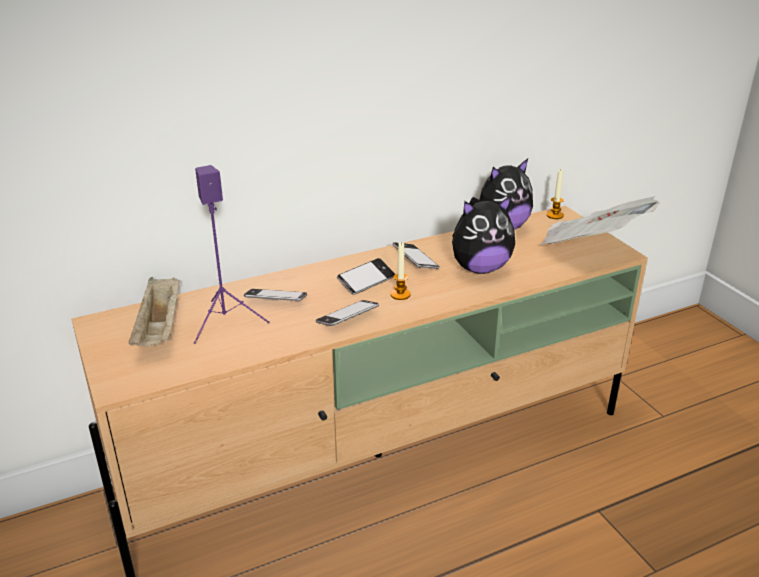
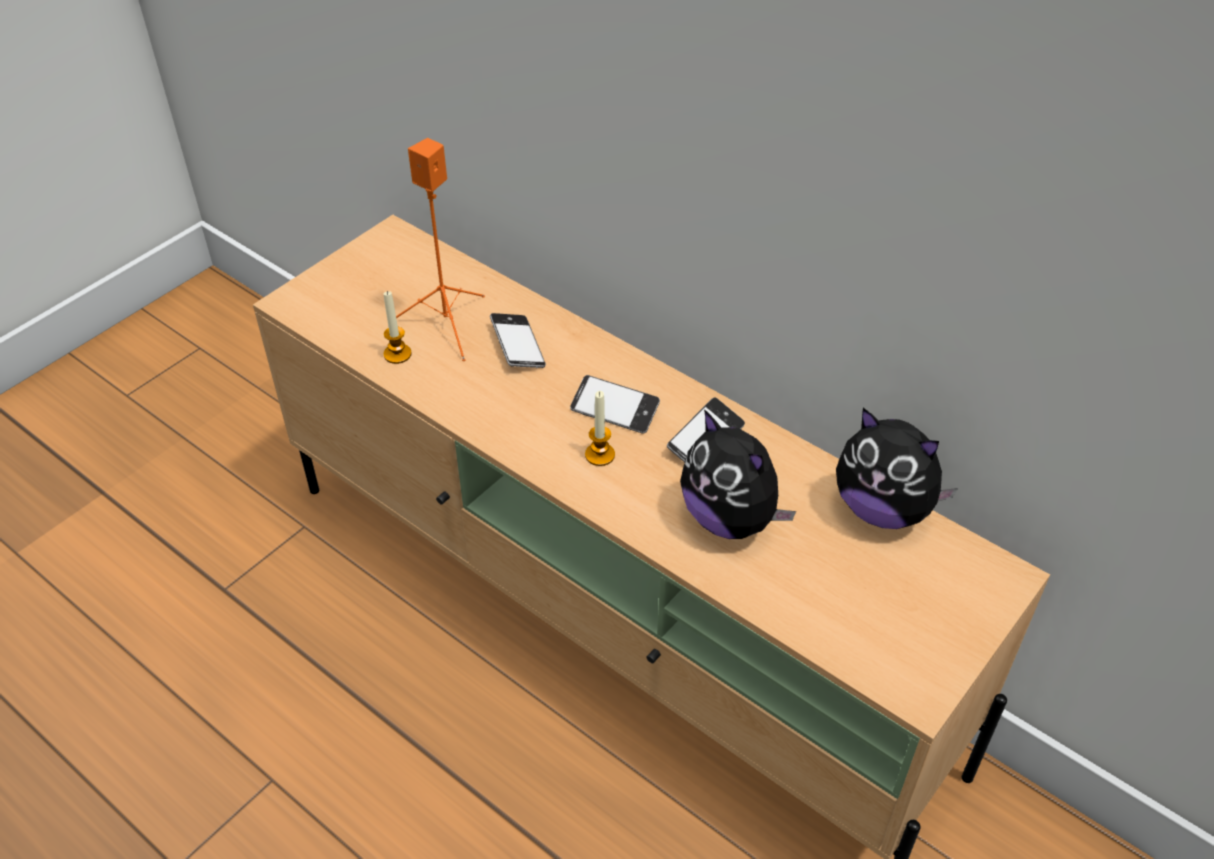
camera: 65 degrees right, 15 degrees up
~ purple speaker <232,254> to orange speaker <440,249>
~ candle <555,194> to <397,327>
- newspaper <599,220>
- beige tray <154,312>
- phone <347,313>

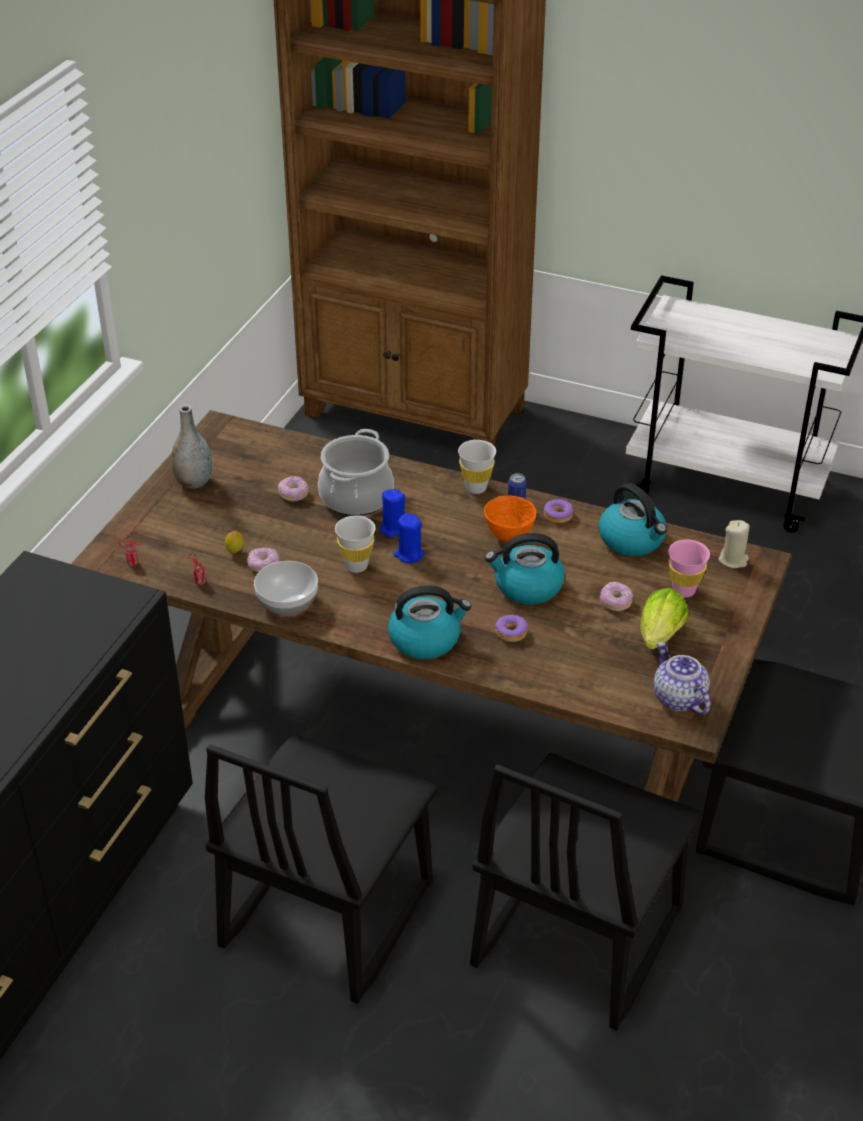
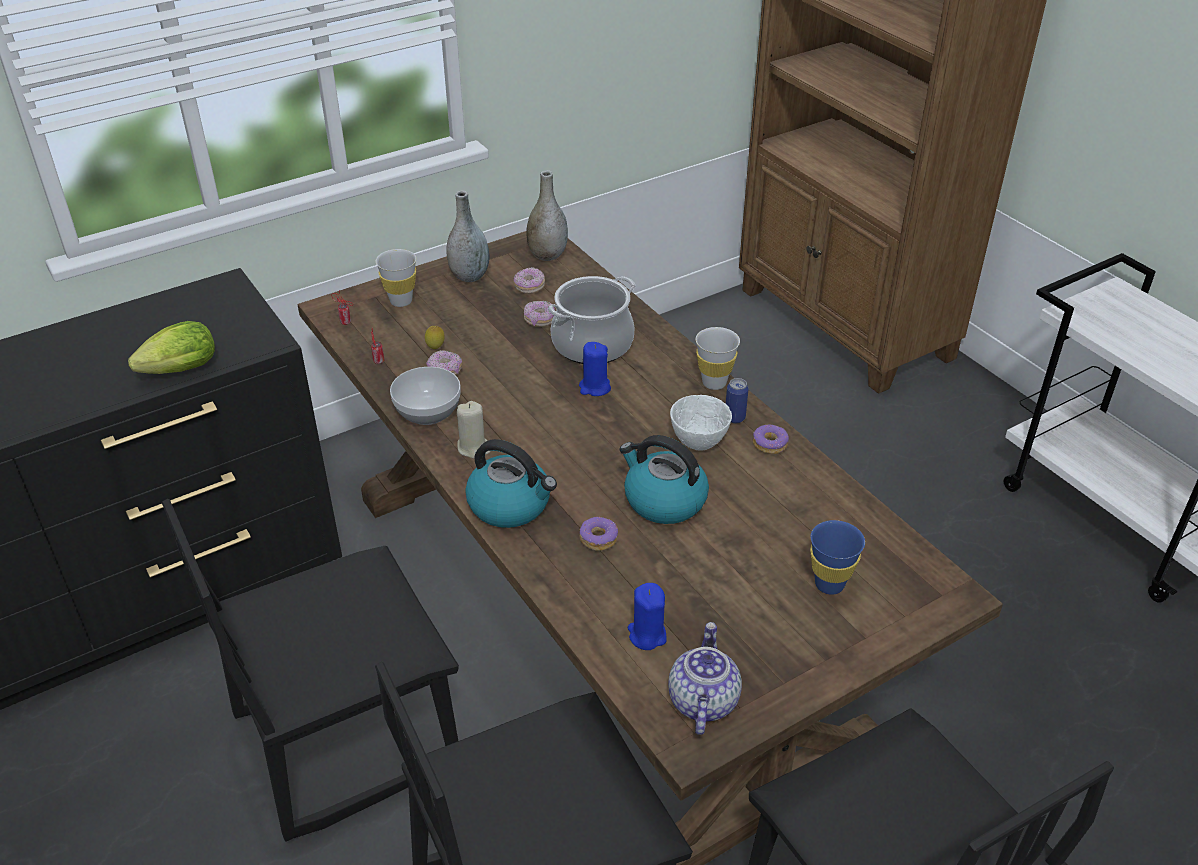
camera: 35 degrees right, 0 degrees up
- kettle <633,519>
~ orange bowl <510,519> to white bowl <701,422>
~ blue candle <409,538> to <647,616>
~ white cup <355,544> to <396,278>
~ beige candle <733,544> to <473,430>
~ pink cup <689,569> to blue cup <837,557>
~ donut <616,596> to <529,280>
~ lettuce <664,619> to <171,347>
+ grey vase <547,215>

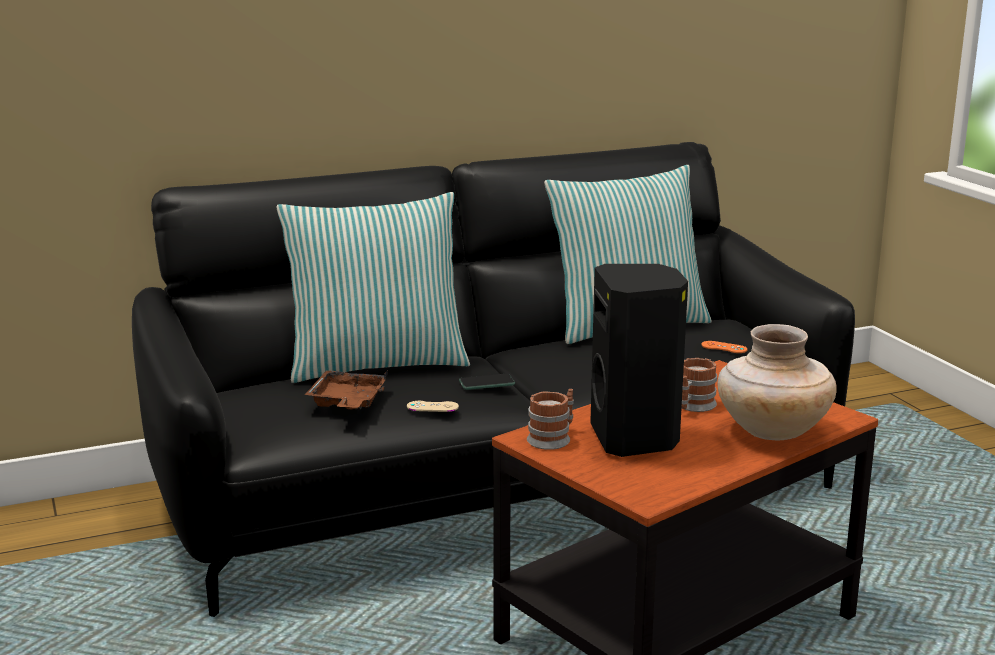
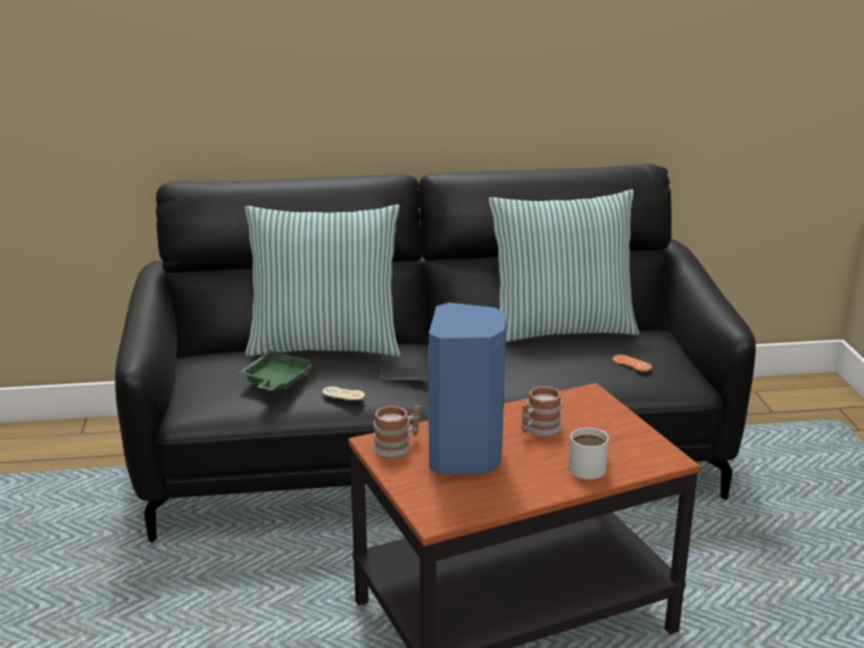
camera: 15 degrees right, 5 degrees up
~ black speaker <639,360> to blue speaker <467,388>
~ beige vase <777,382> to white mug <589,453>
~ brown tray <346,389> to green tray <277,370>

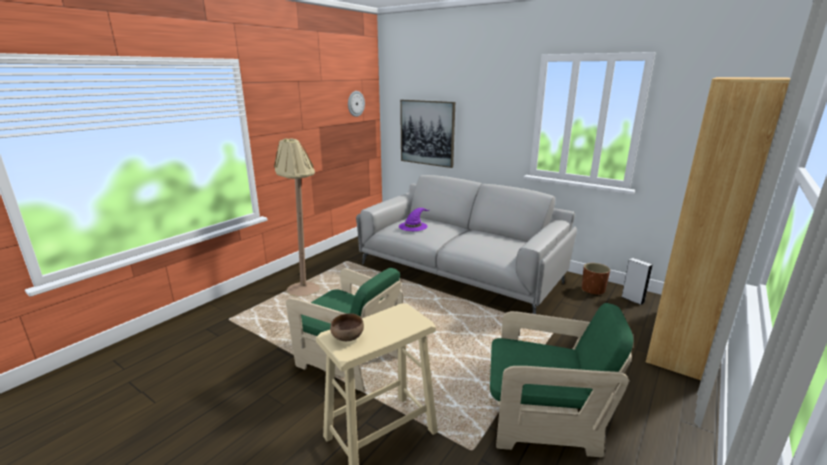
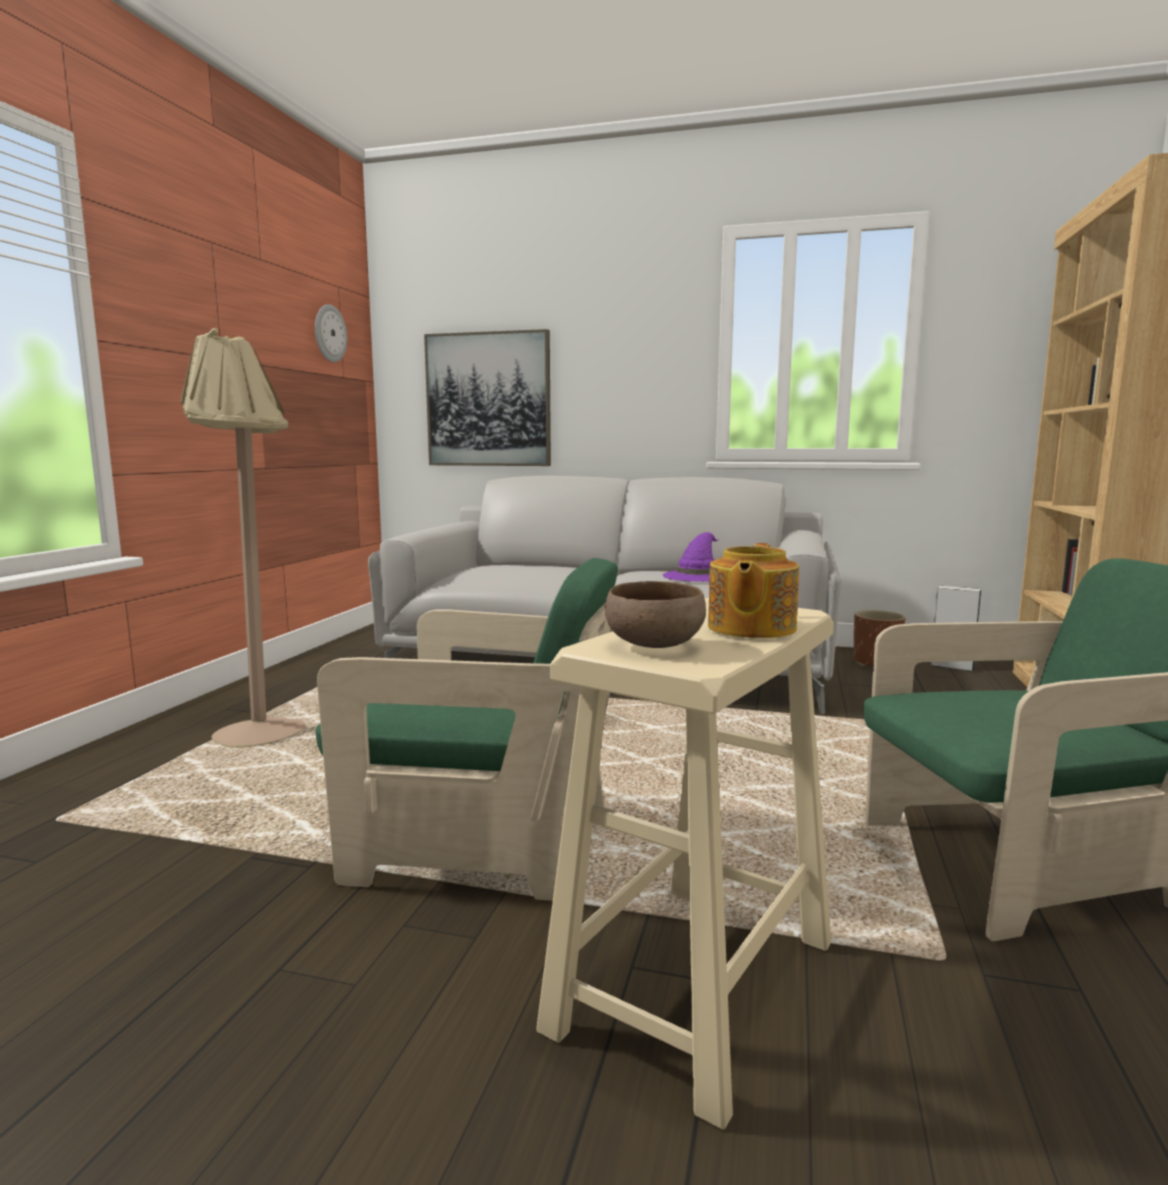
camera: 20 degrees left, 10 degrees down
~ purple hat <414,219> to <691,557>
+ teapot <753,590>

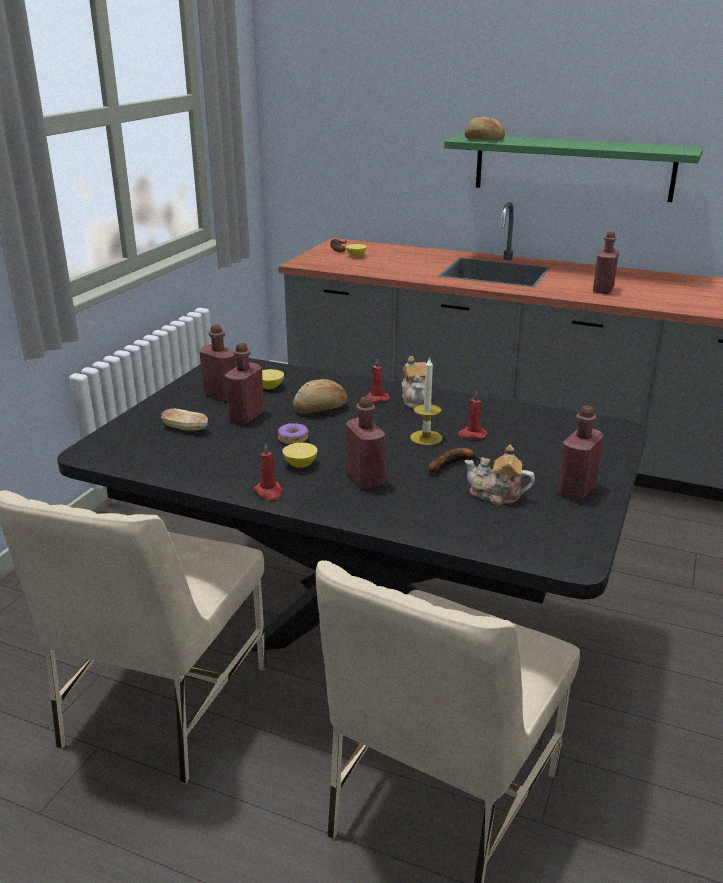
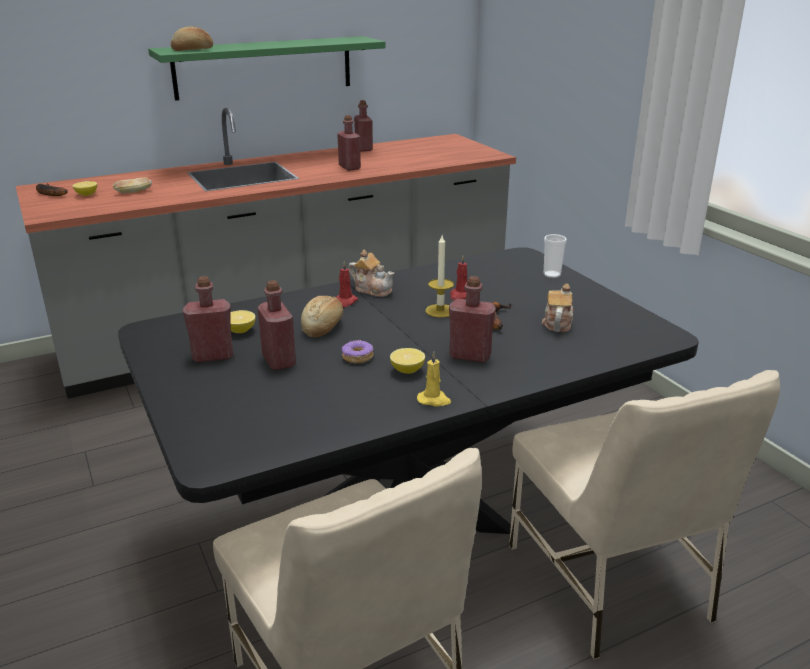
camera: 50 degrees left, 0 degrees up
~ red bottle <580,453> to <363,125>
~ bread <184,419> to <132,185>
~ red candle <268,472> to yellow candle <434,379>
~ teapot <499,475> = <558,308> 135 degrees clockwise
+ cup <555,256>

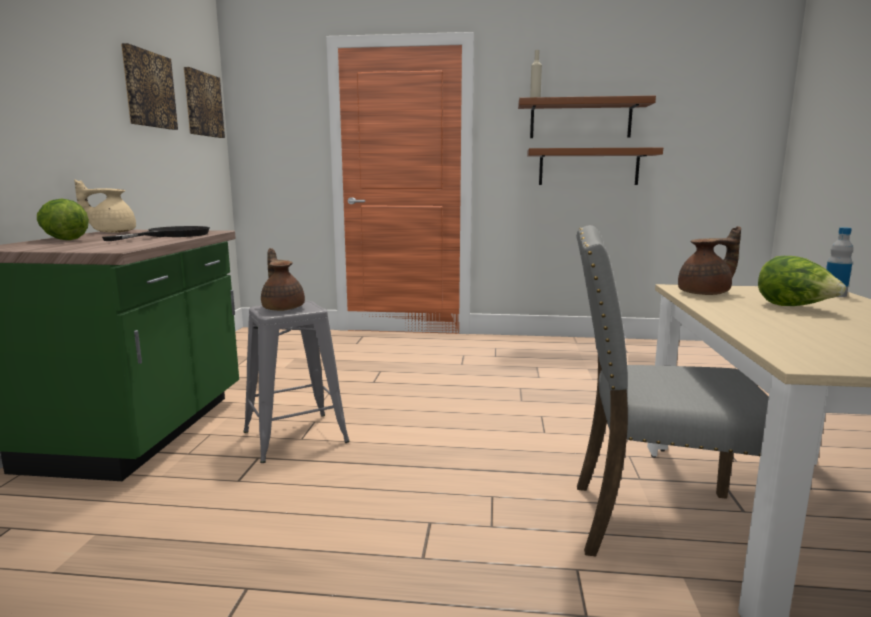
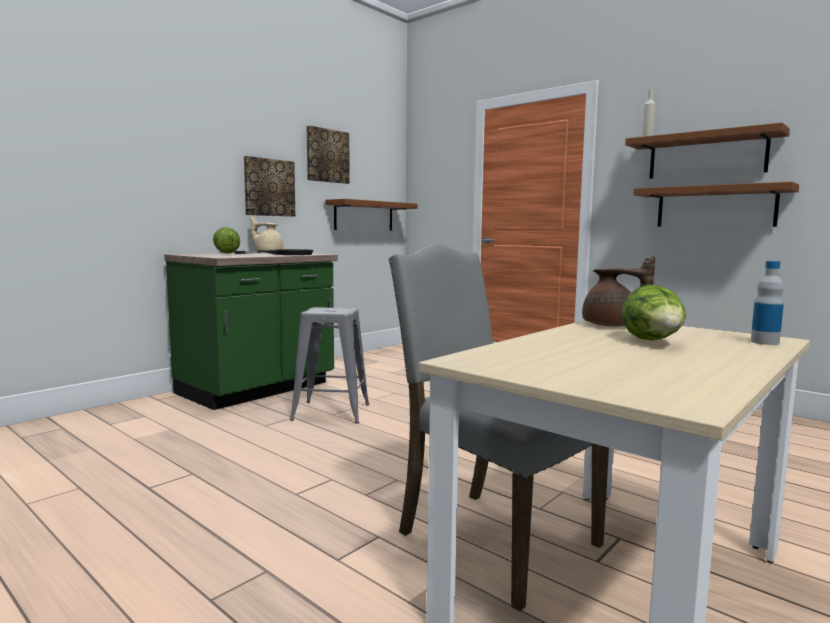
camera: 35 degrees right, 5 degrees down
~ picture <204,102> to <269,186>
- brown teapot <283,279>
+ brown shelf <371,215>

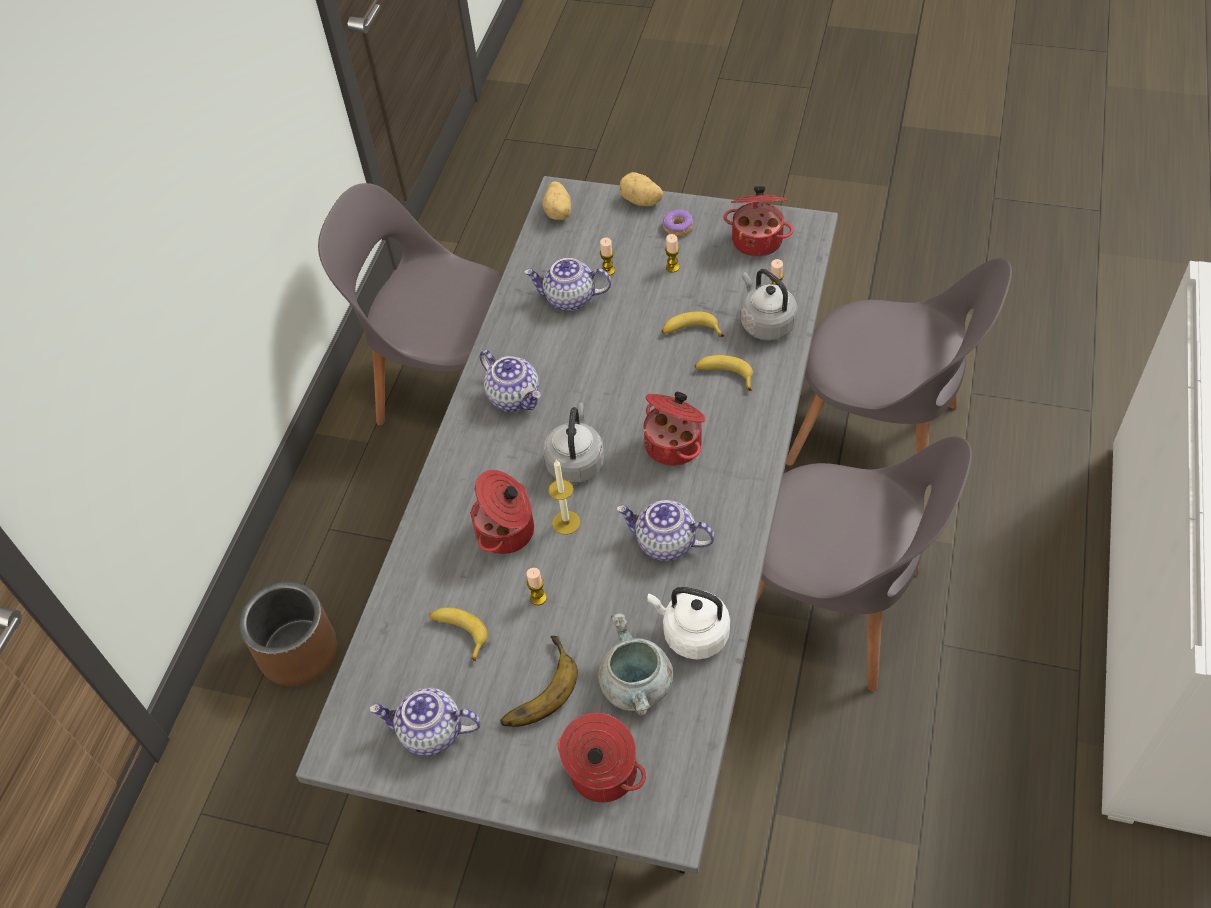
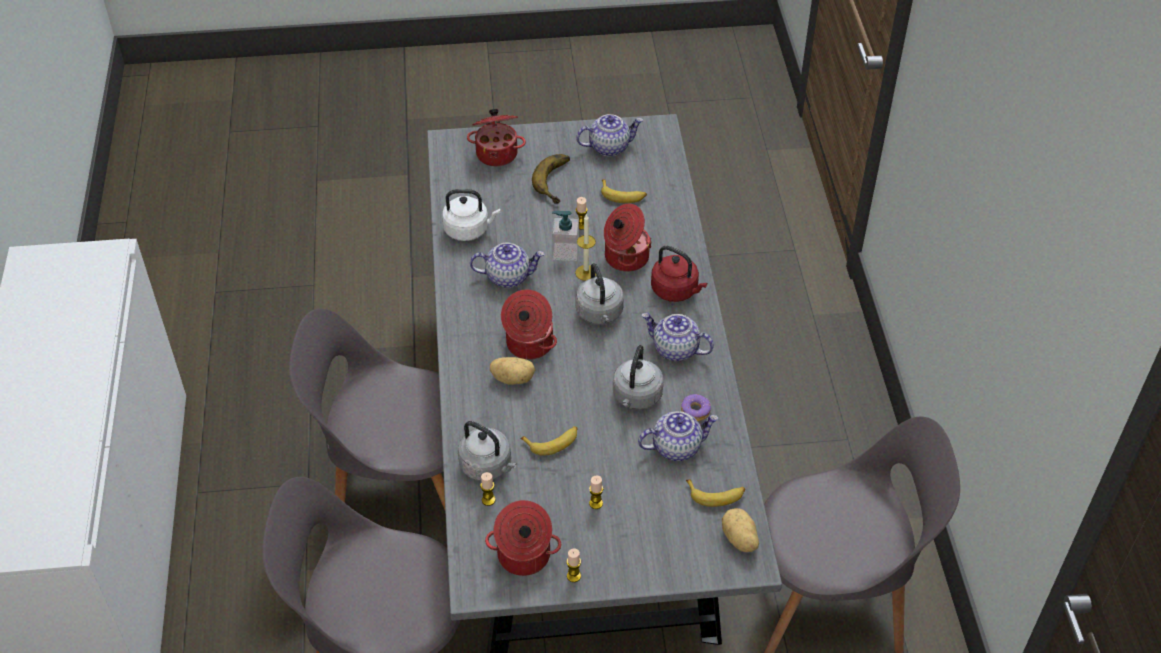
camera: 155 degrees right, 5 degrees down
~ potato <641,189> to <512,371>
~ donut <677,223> to <696,407>
~ candle <607,256> to <573,565>
~ banana <724,373> to <715,493>
- brown planter <288,634>
- grey cooking pot <635,664>
+ soap dispenser <565,236>
+ red kettle <679,274>
+ grey kettle <638,377>

